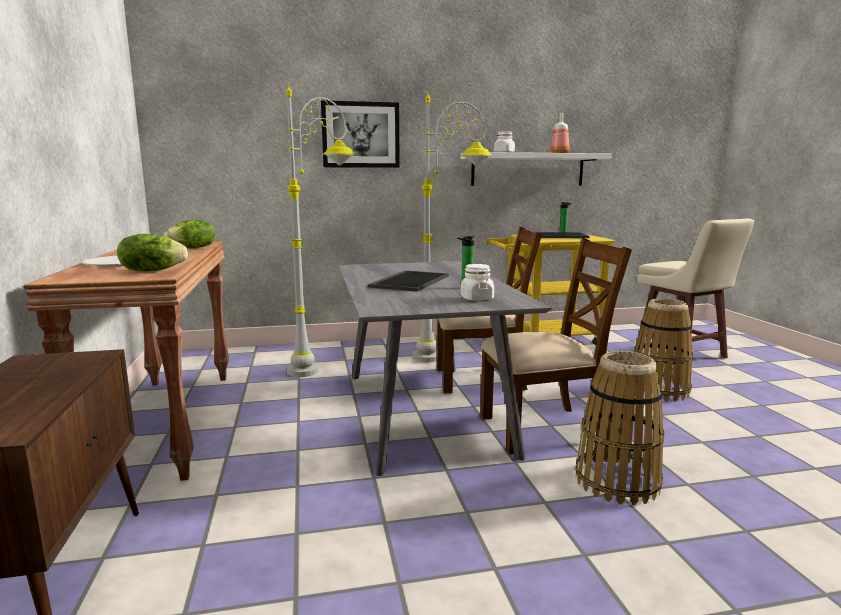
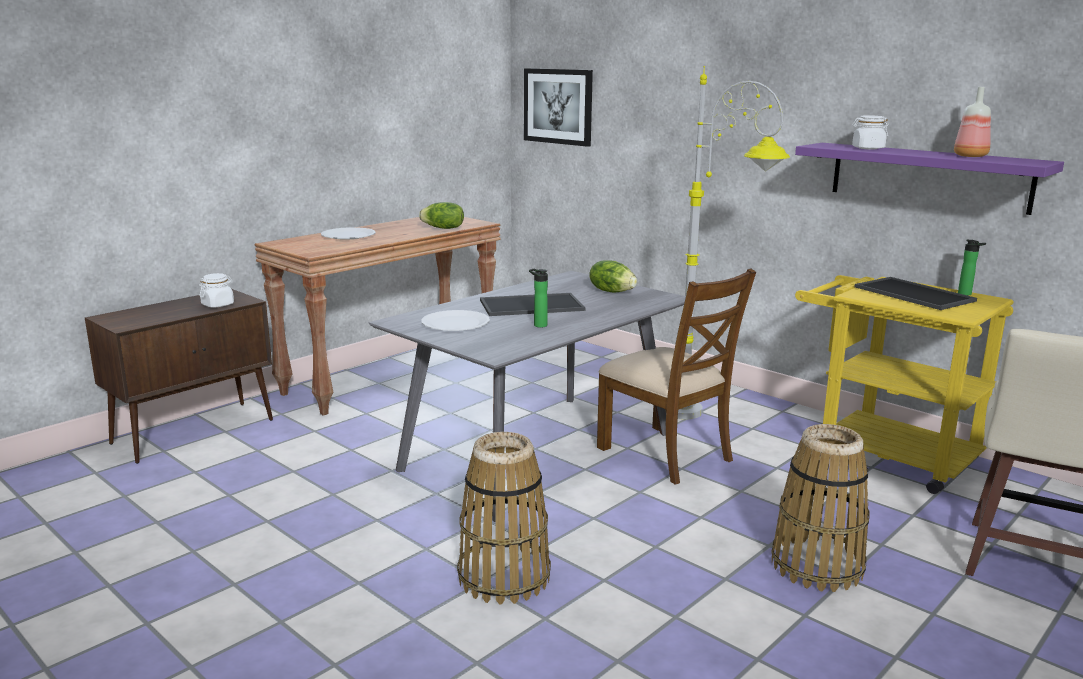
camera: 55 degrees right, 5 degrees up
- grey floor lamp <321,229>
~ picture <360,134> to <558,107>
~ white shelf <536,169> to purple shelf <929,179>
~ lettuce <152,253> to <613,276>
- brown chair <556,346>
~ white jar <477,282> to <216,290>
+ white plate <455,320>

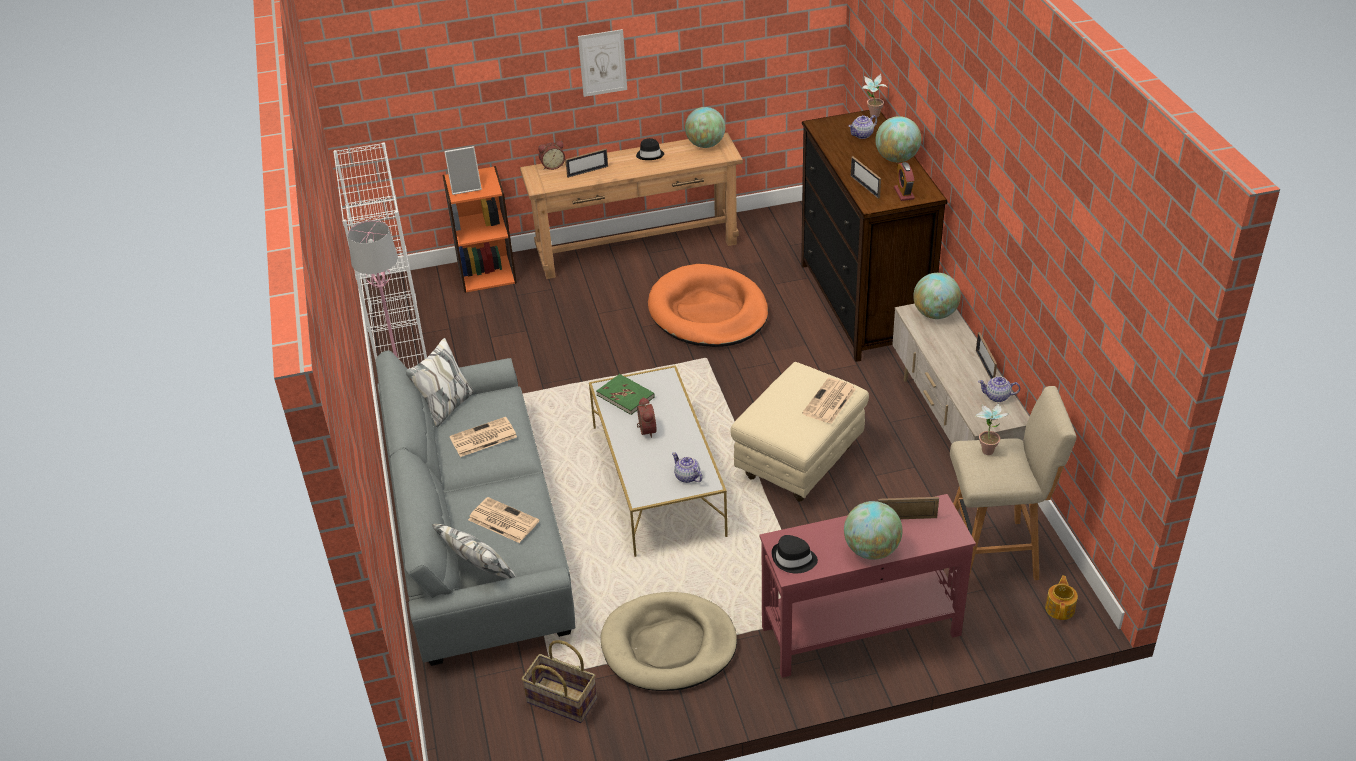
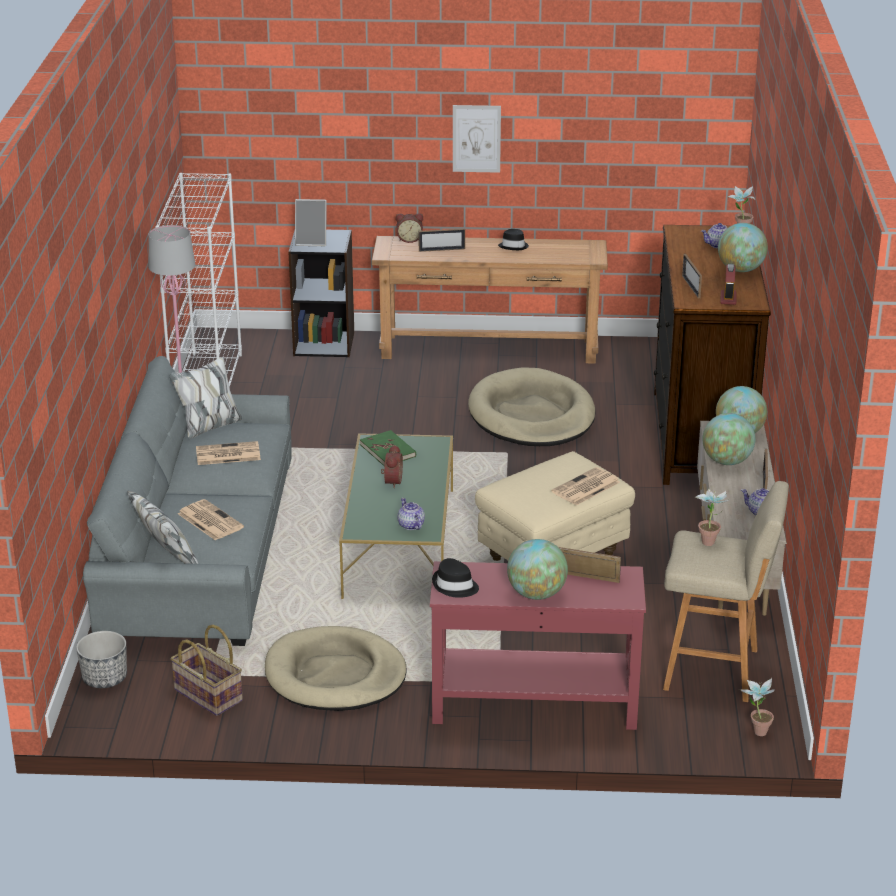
camera: 15 degrees right, 10 degrees down
~ globe <705,127> to <729,439>
~ orange bookcase <479,229> to black bookcase <321,293>
~ orange dog bed <708,305> to beige dog bed <532,406>
~ white coffee table <658,461> to green coffee table <396,516>
~ teapot <1061,597> to potted plant <757,707>
+ planter <101,659>

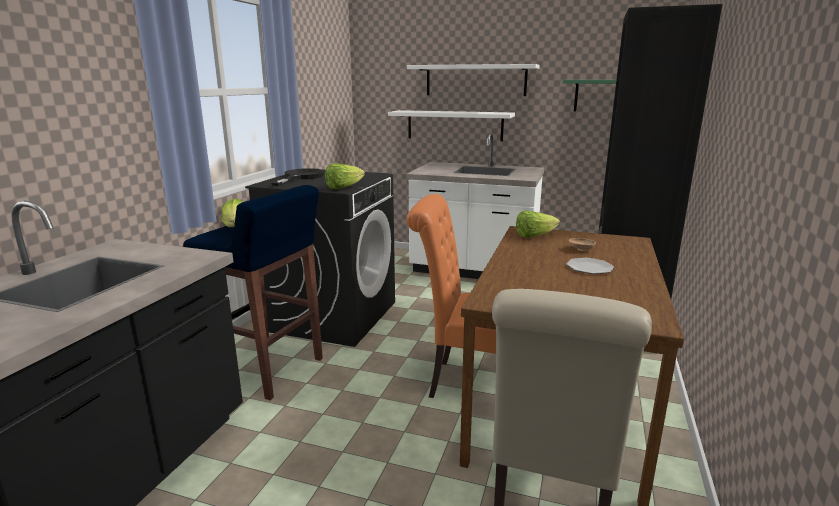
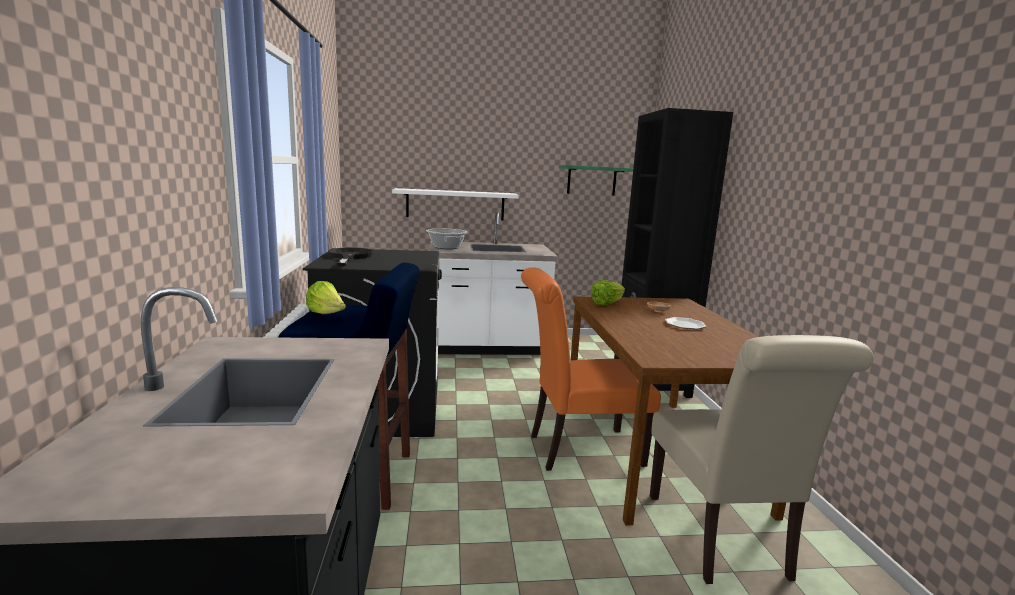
camera: 25 degrees left, 5 degrees down
- white shelf <473,80>
- lettuce <345,176>
+ cooking pot <447,239>

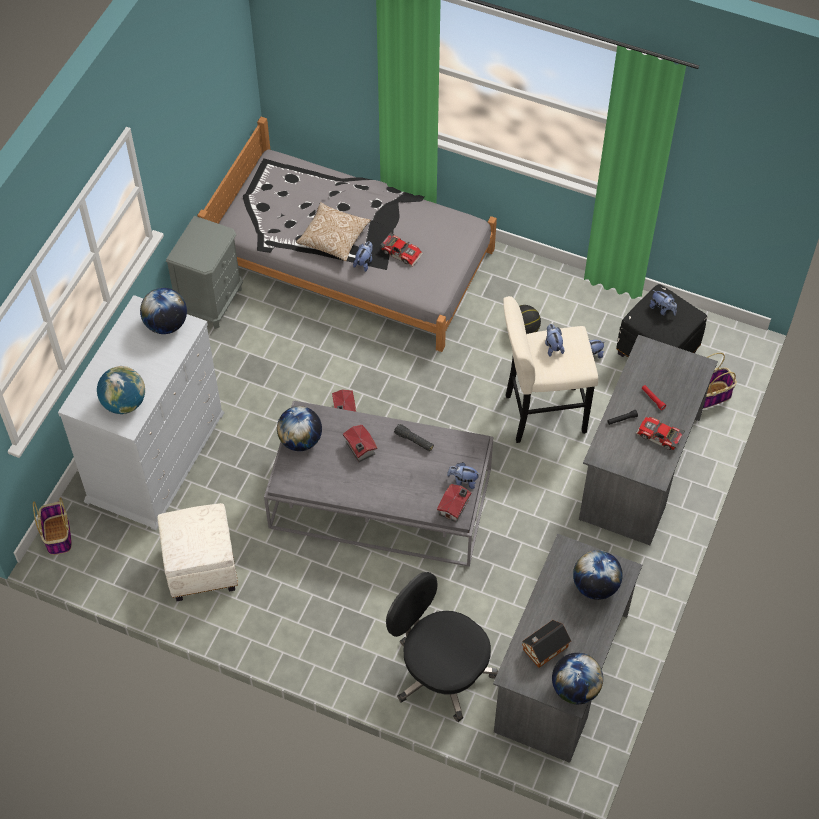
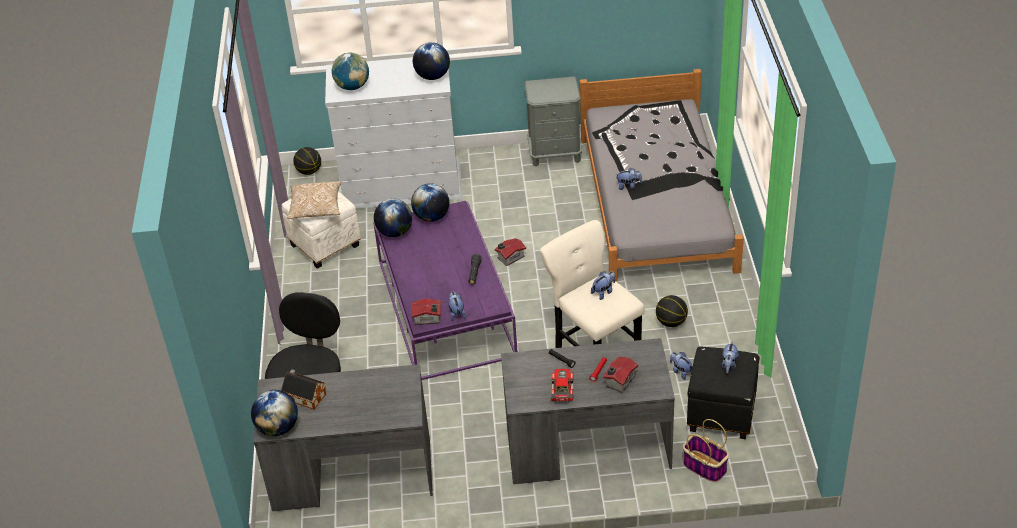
camera: 65 degrees right, 15 degrees down
~ pillow <333,231> to <314,200>
- toy car <401,249>
~ grey coffee table <378,484> to purple coffee table <445,290>
~ toy house <360,443> to <620,375>
~ basket <52,526> to basketball <307,161>
~ globe <598,575> to <393,218>

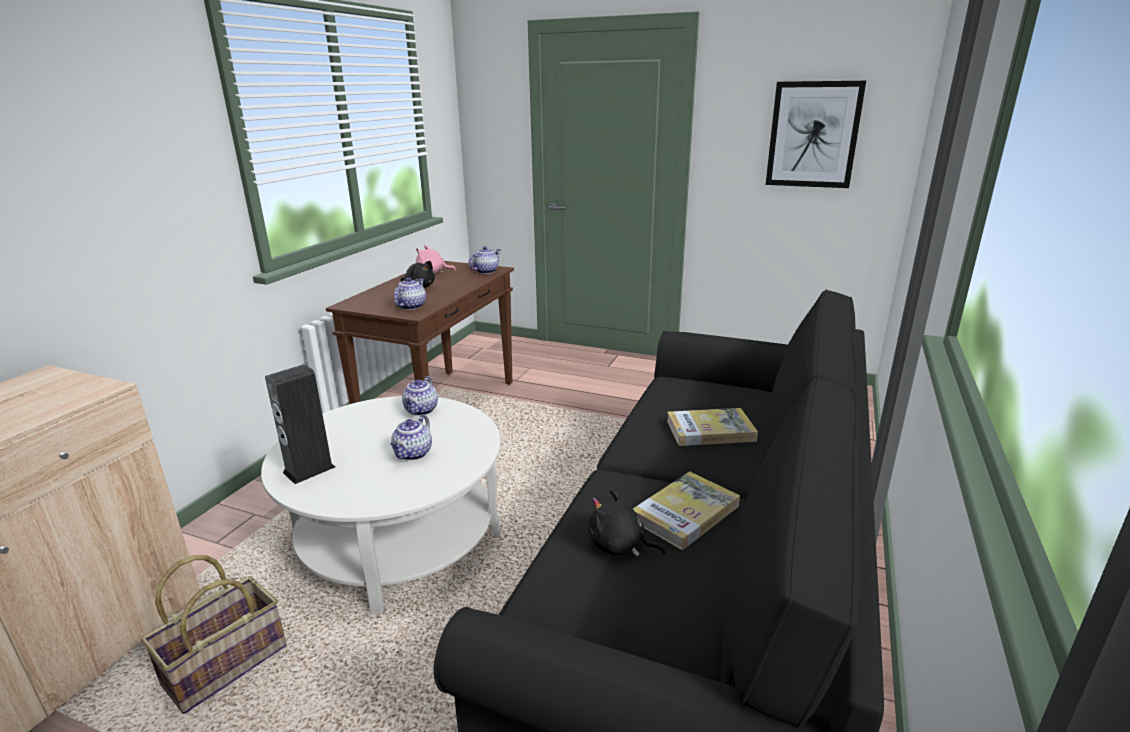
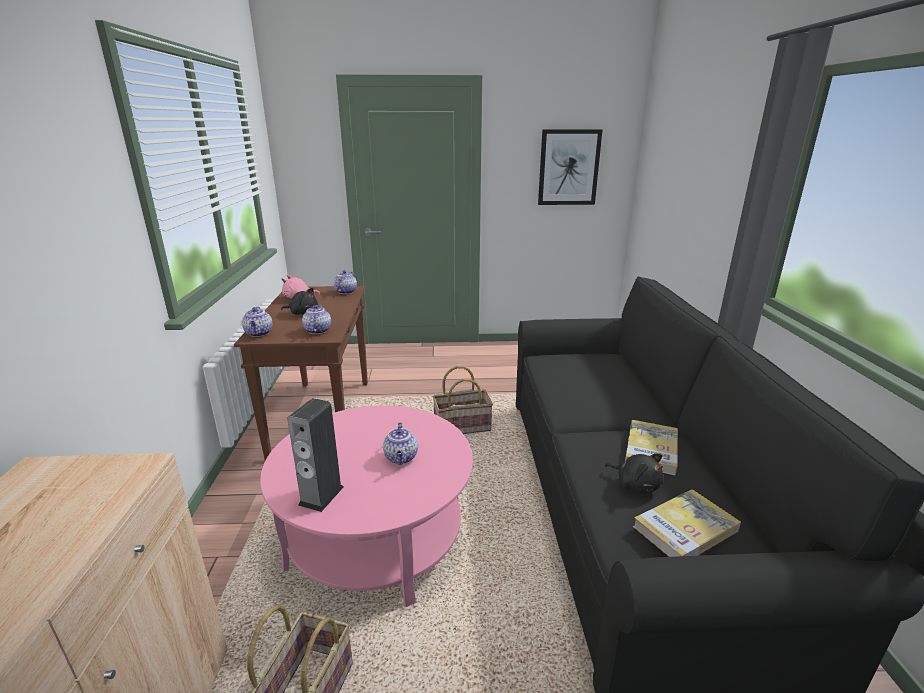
camera: 25 degrees left, 0 degrees up
~ teapot <420,395> to <257,322>
~ white coffee table <381,505> to pink coffee table <366,506>
~ book <712,427> to <687,523>
~ black plush toy <626,523> = <634,473> 135 degrees counterclockwise
+ basket <463,400>

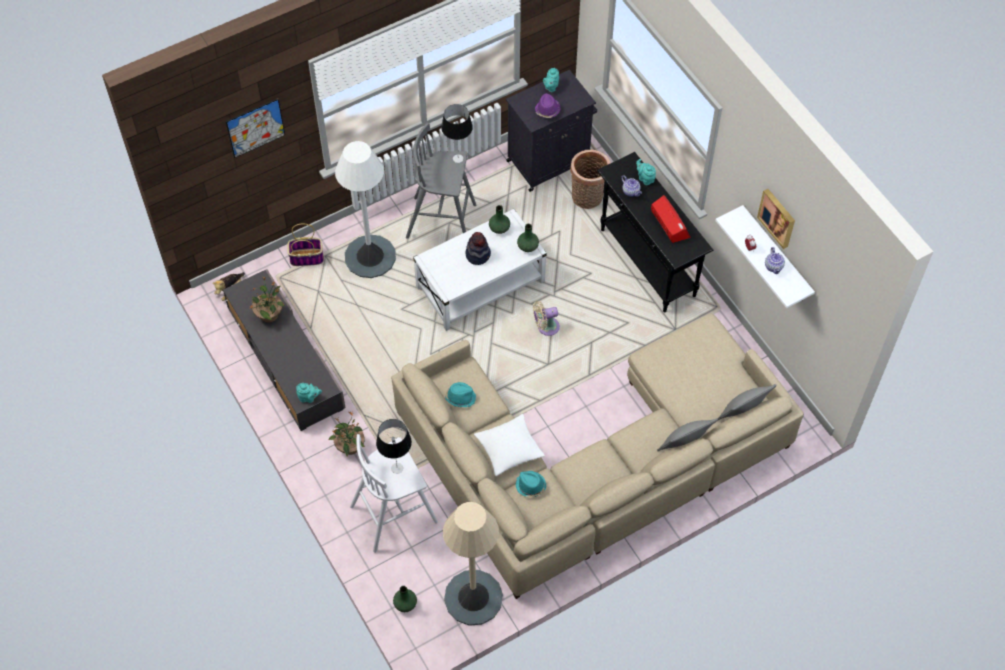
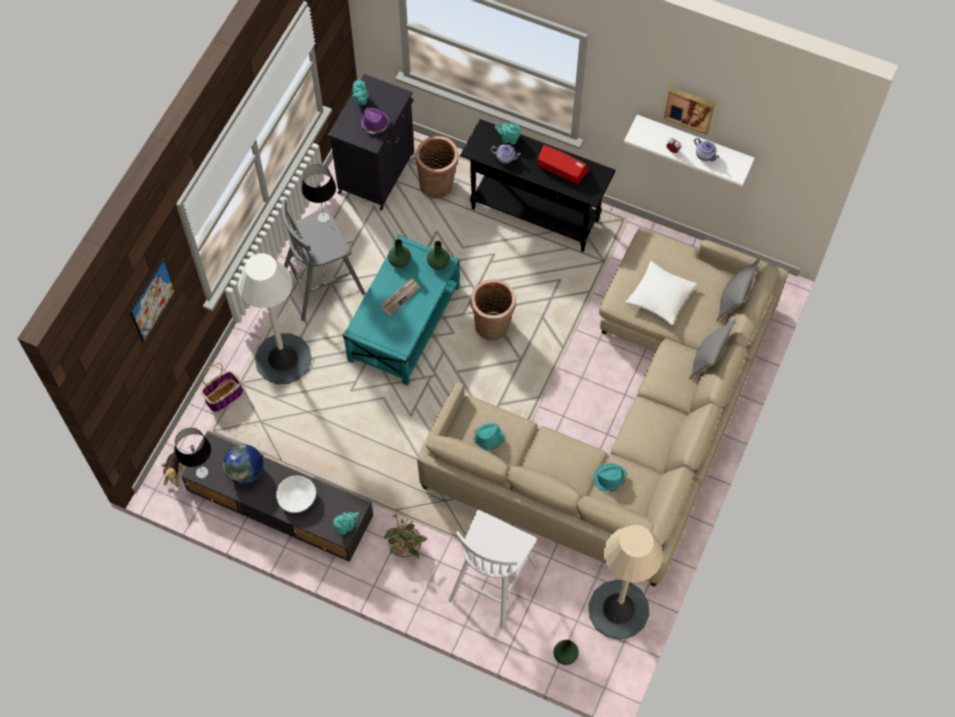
camera: 35 degrees left, 5 degrees up
~ white coffee table <480,270> to turquoise coffee table <401,310>
~ hat <478,248> to newspaper <400,296>
~ potted plant <267,299> to globe <243,464>
~ beige fan <546,318> to basket <493,310>
~ white pillow <509,445> to <661,293>
~ table lamp <394,446> to <193,453>
+ white bowl <296,494>

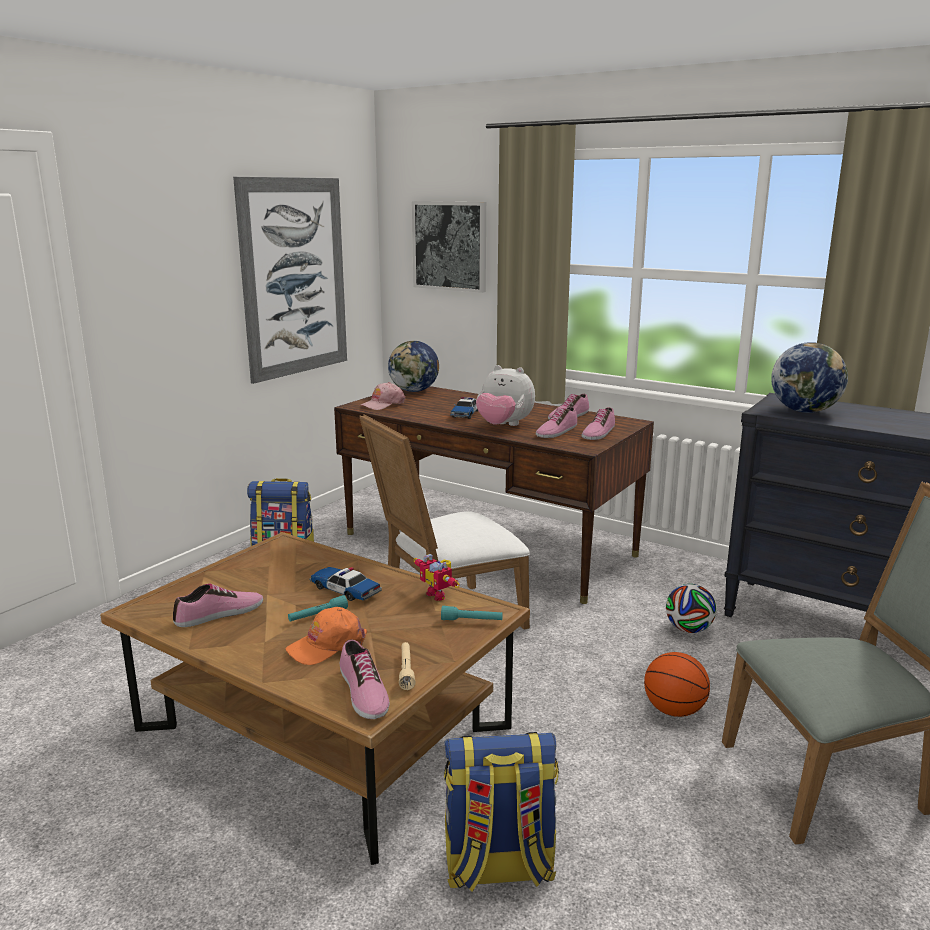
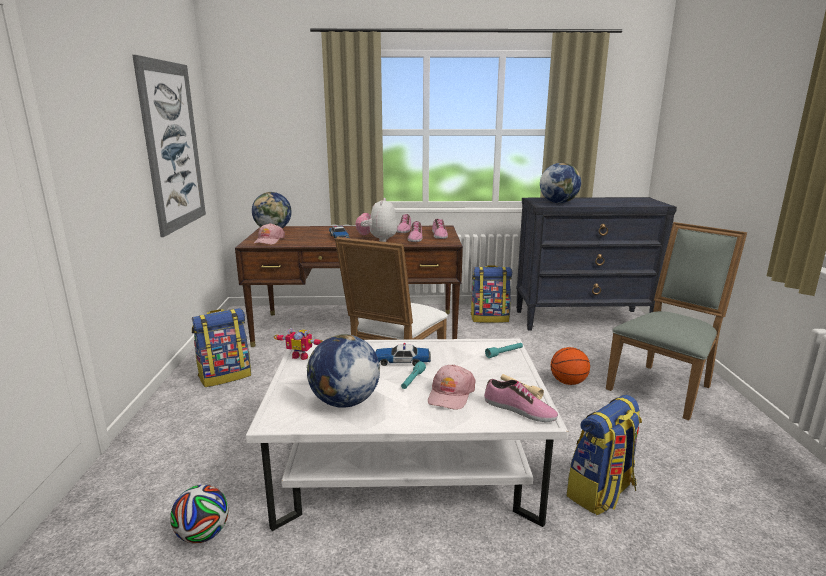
camera: 35 degrees left, 0 degrees up
- picture <449,247>
~ plush toy <505,395> = <376,220> 105 degrees clockwise
~ brown coffee table <315,698> to white coffee table <407,435>
~ toy robot <436,577> to <298,344>
~ shoe <218,605> to globe <343,371>
~ football <691,608> to <199,514>
~ orange cap <326,636> to pink cap <452,387>
+ backpack <491,294>

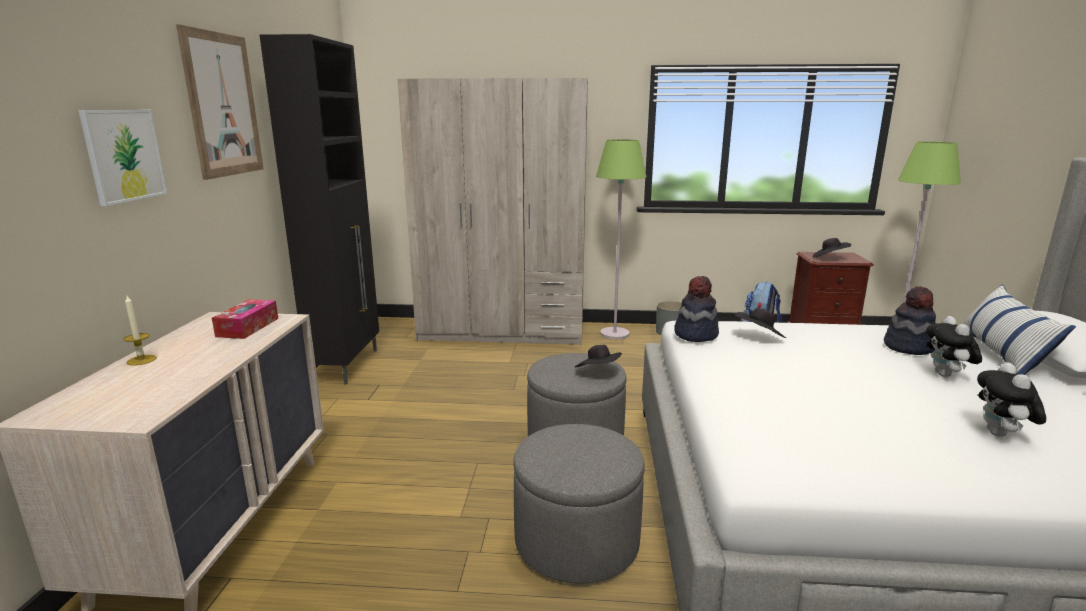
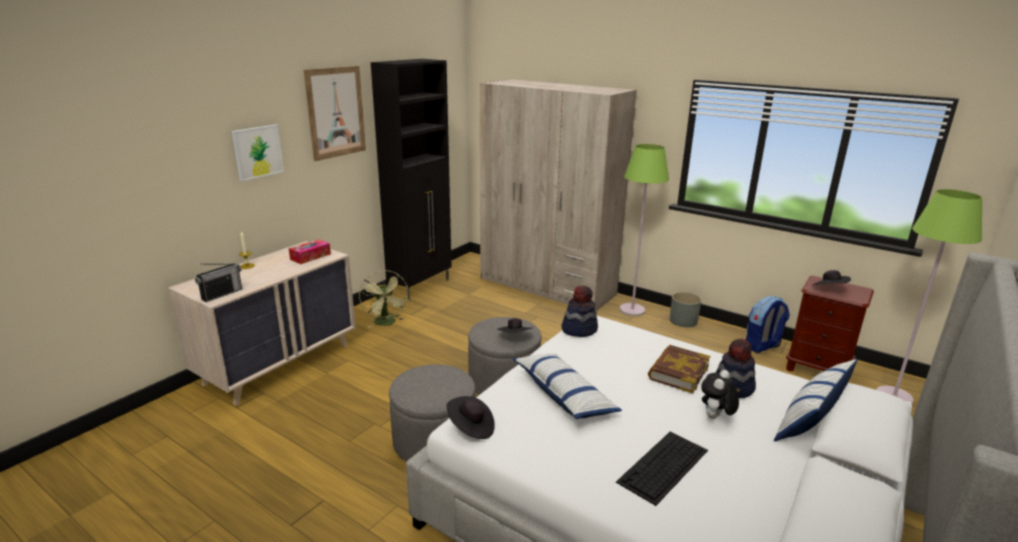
camera: 30 degrees right, 5 degrees up
~ black hat <760,323> to <471,417>
~ plush toy <1011,400> to keyboard <662,468>
+ radio <218,282>
+ green fan <384,299>
+ book <679,369>
+ pillow <567,386>

